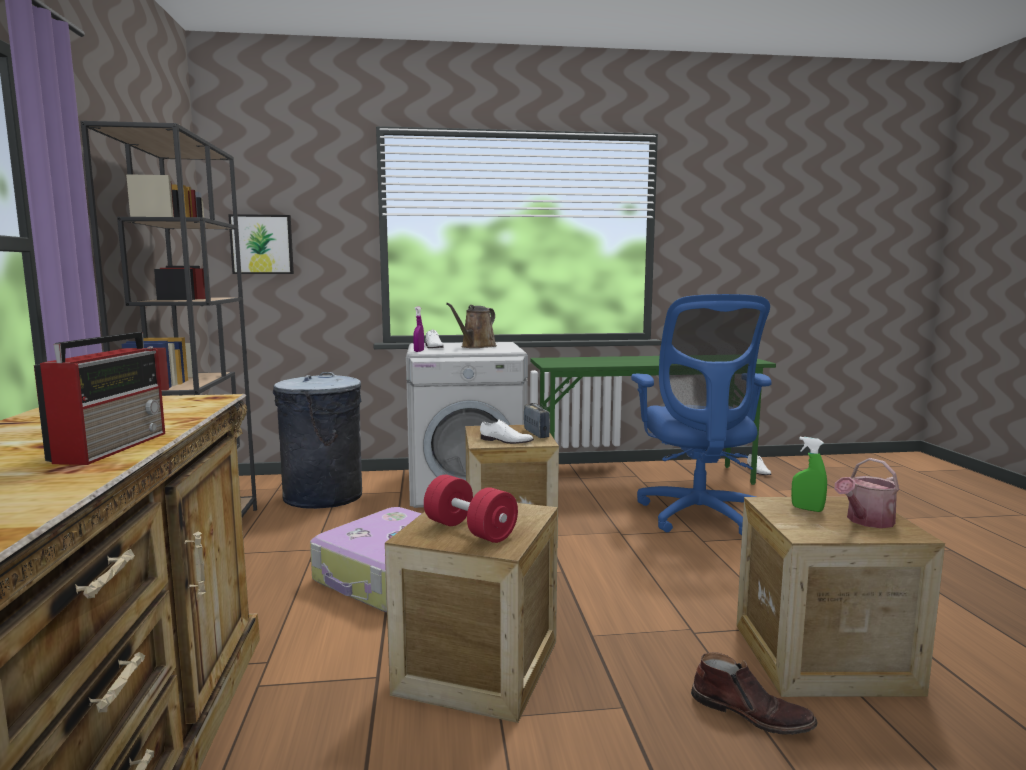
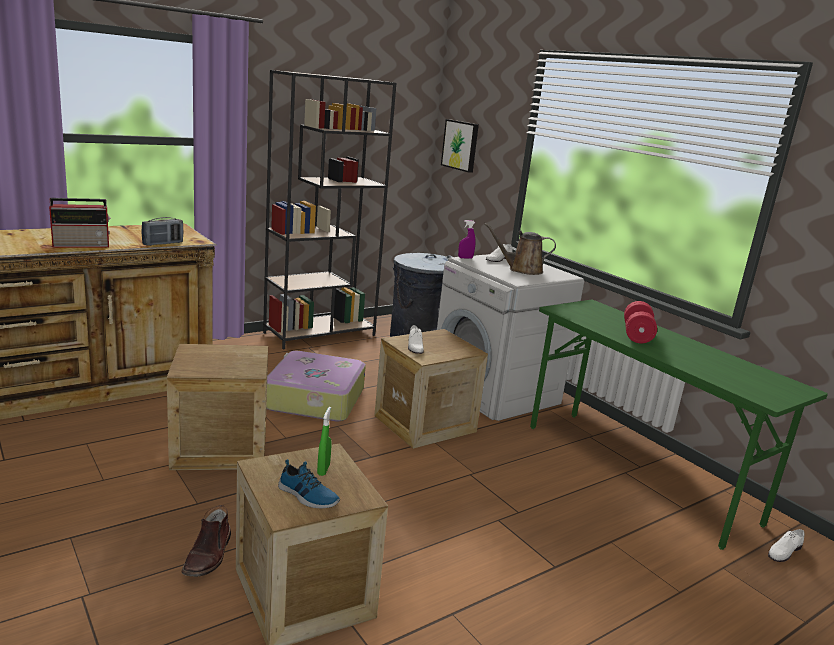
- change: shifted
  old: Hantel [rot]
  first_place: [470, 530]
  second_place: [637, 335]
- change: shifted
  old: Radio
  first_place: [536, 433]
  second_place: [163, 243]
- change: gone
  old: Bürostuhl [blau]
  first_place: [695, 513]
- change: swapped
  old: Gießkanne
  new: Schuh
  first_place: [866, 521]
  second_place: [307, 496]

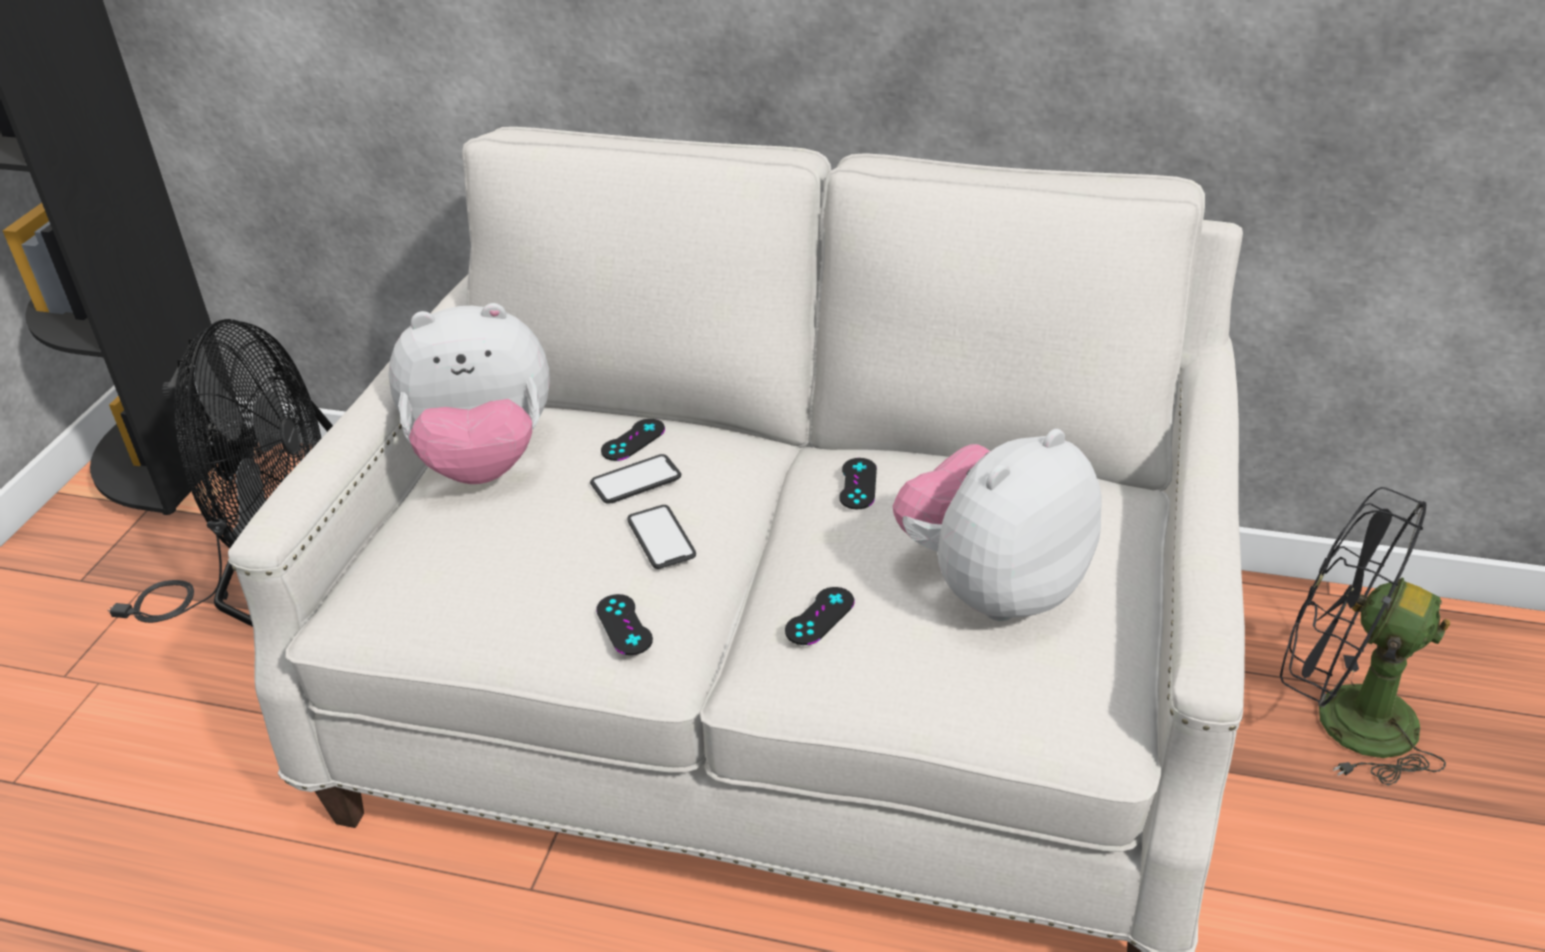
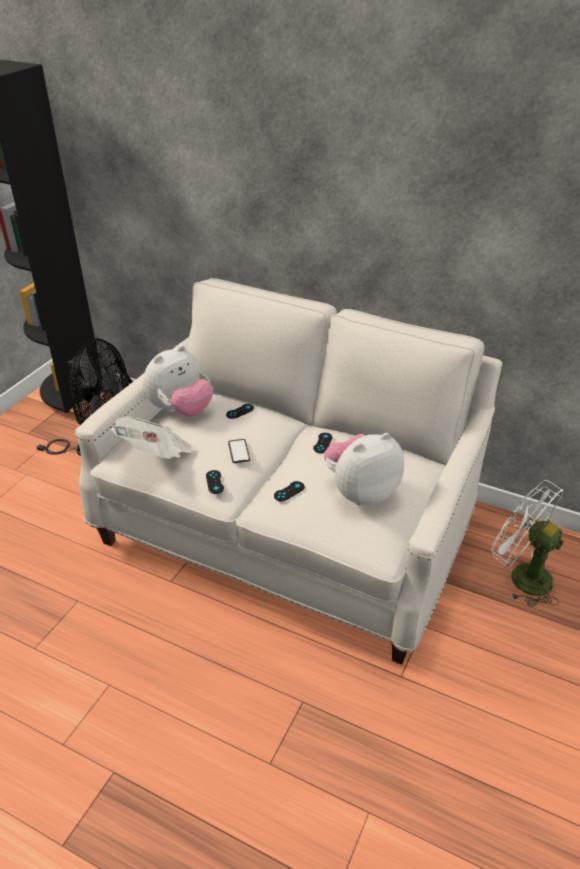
- change: rotated
  old: Plüschtier
  first_place: [484, 460]
  second_place: [181, 410]
  degrees: -45
- change: gone
  old: Handy
  first_place: [636, 480]
- change: repainted
  old: Ventilator [schwarz]
  new: Ventilator [weiß]
  first_place: [1342, 717]
  second_place: [521, 576]
- change: new
  new: Zeitung
  second_place: [157, 454]

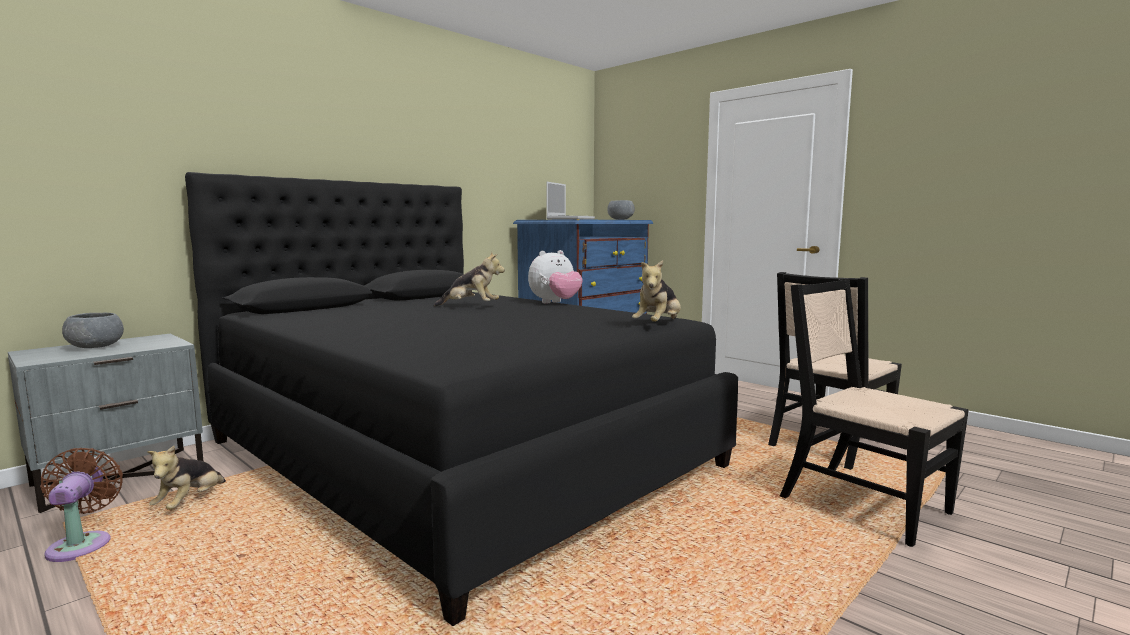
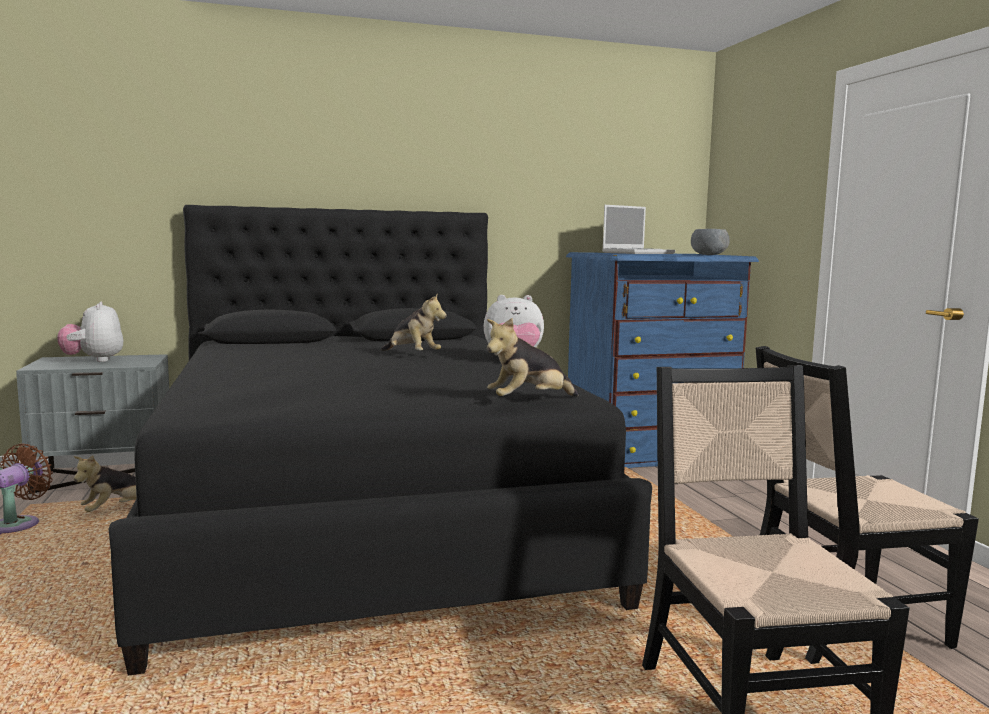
- change: swapped
  old: Schüssel [grau]
  new: Plüschtier
  first_place: [96, 347]
  second_place: [93, 360]

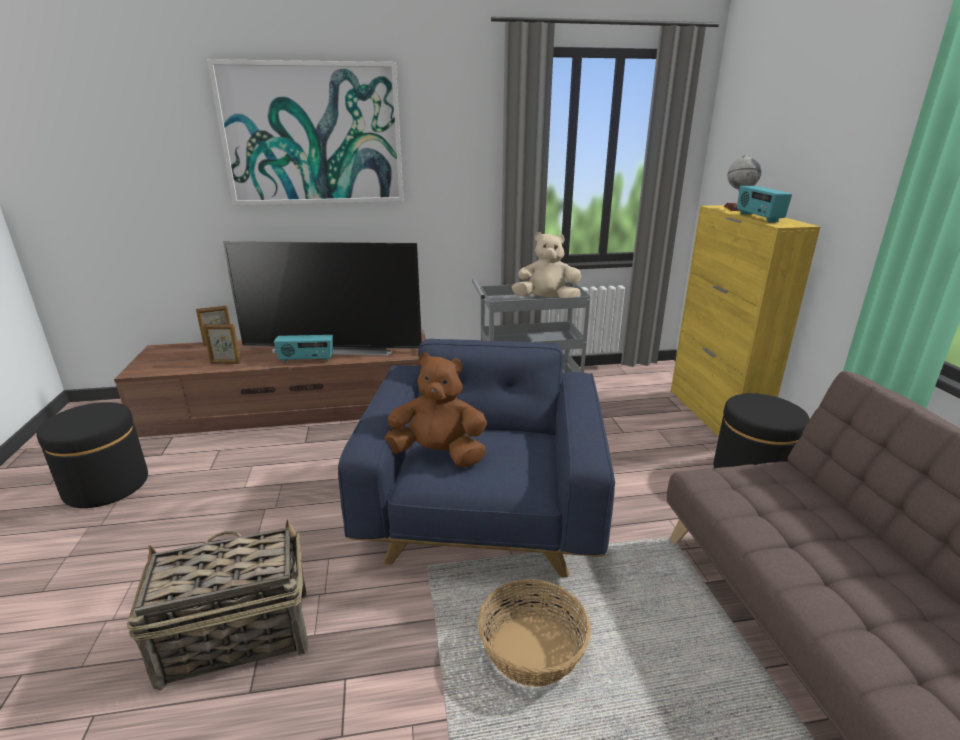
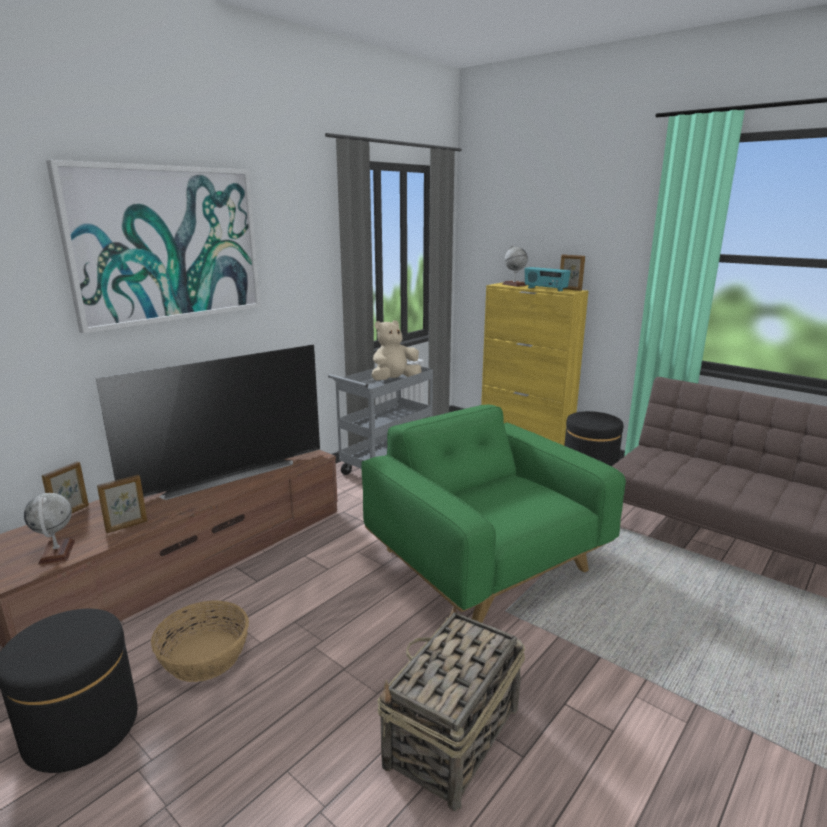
- change: gone
  old: Radio
  first_place: [306, 360]
- change: repainted
  old: Sessel [blau]
  new: Sessel [grün]
  first_place: [483, 512]
  second_place: [485, 560]
- change: gone
  old: Plüschtier [braun]
  first_place: [437, 455]
- change: shifted
  old: Korb
  first_place: [533, 650]
  second_place: [205, 656]
- change: new
  new: Globus
  second_place: [57, 552]
- change: new
  new: Bilderrahmen
  second_place: [569, 289]

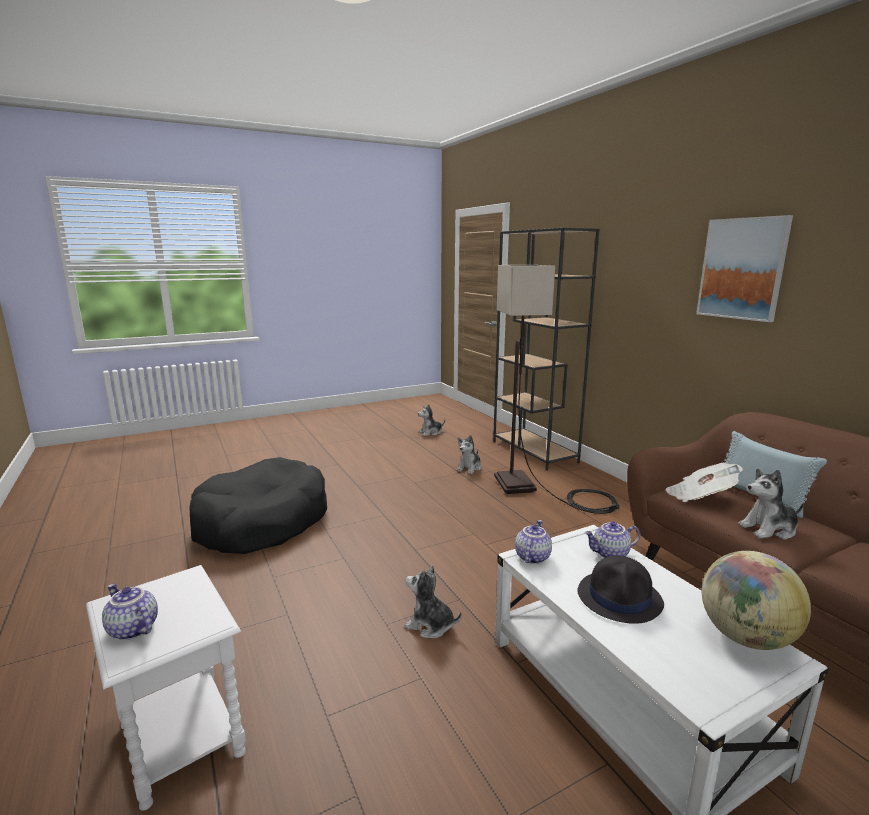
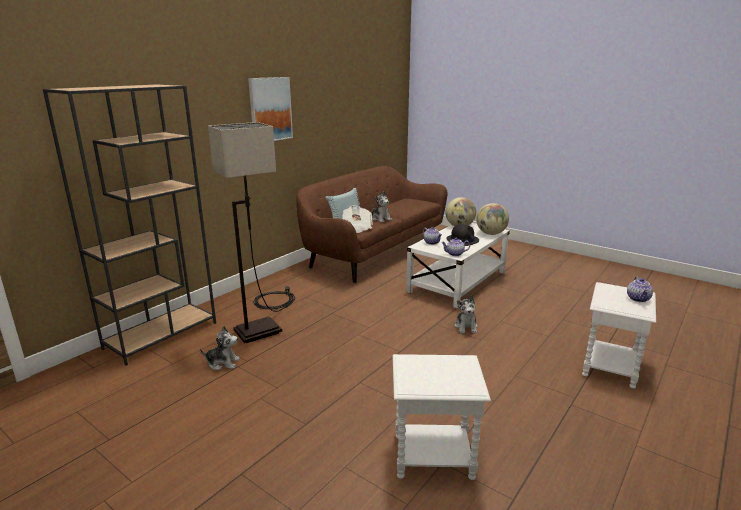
- change: swapped
  old: Hundebett [schwarz]
  new: Beistelltisch [weiß]
  first_place: [262, 522]
  second_place: [433, 456]
- change: gone
  old: Plüschtier
  first_place: [431, 433]
- change: new
  new: Globus
  second_place: [491, 234]

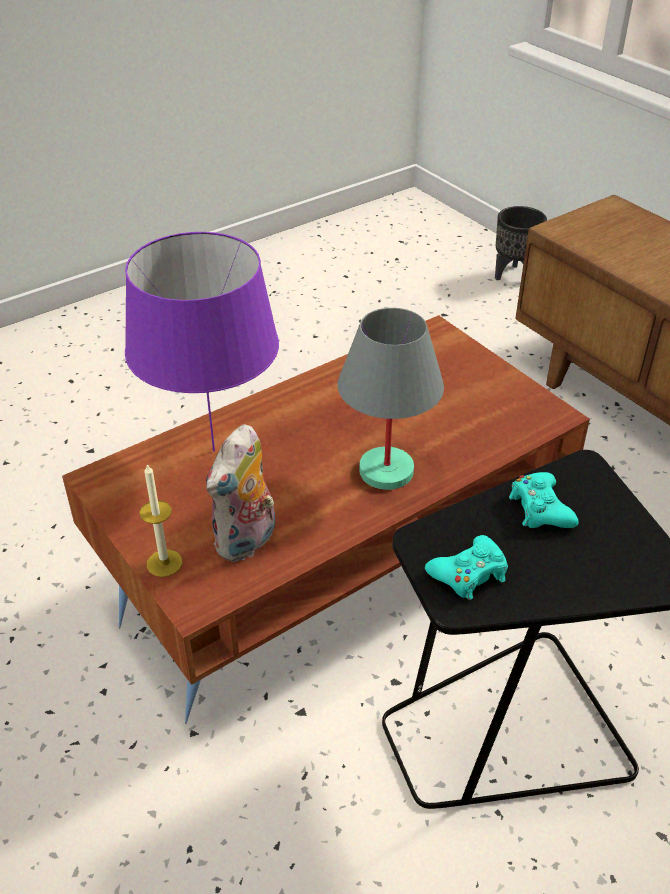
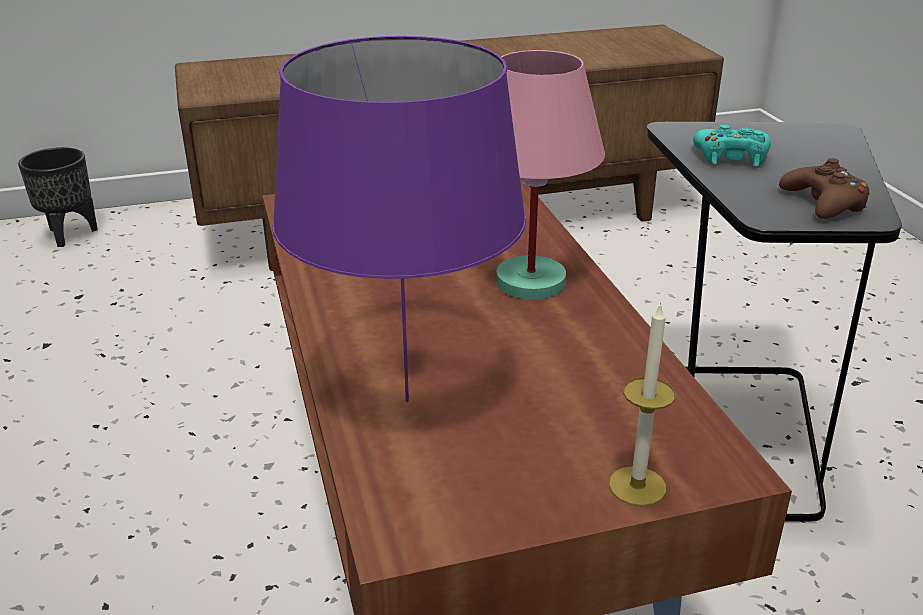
- change: gone
  old: Plüschtier
  first_place: [247, 542]
- change: repainted
  old: Tischlampe [grau]
  new: Tischlampe [rosa]
  first_place: [385, 472]
  second_place: [532, 282]
- change: repainted
  old: Gamepad [türkis]
  new: Gamepad [braun]
  first_place: [469, 574]
  second_place: [824, 203]

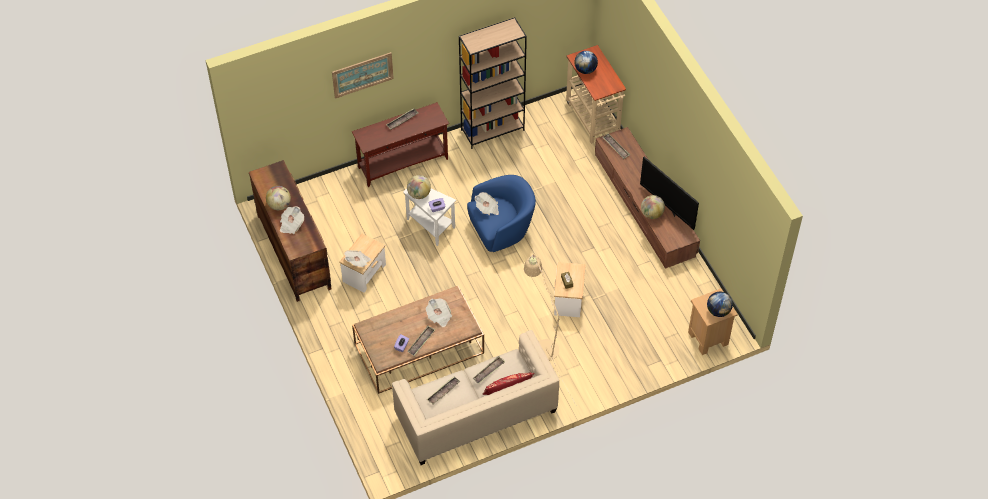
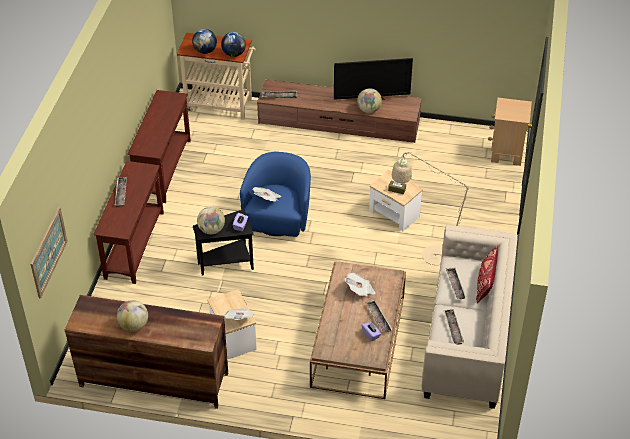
- change: gone
  old: Zeitung
  first_place: [291, 225]
- change: shifted
  old: Bild
  first_place: [362, 74]
  second_place: [48, 252]
- change: repainted
  old: Beistelltisch [weiß]
  new: Beistelltisch [schwarz]
  first_place: [431, 227]
  second_place: [227, 263]
- change: swapped
  old: Bücherregal [beige]
  new: Konsolentisch [braun]
  first_place: [492, 130]
  second_place: [163, 169]
- change: shifted
  old: Globus
  first_place: [718, 311]
  second_place: [234, 54]

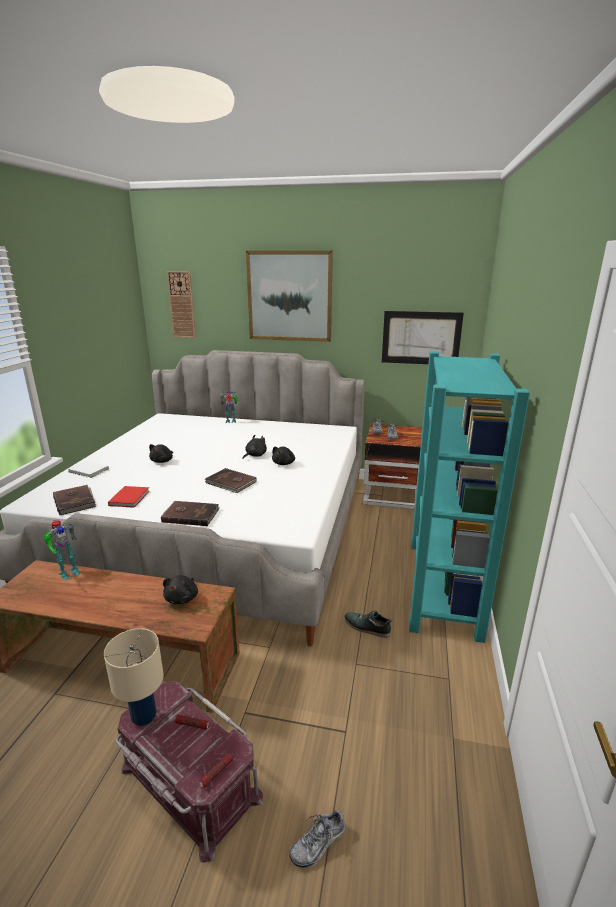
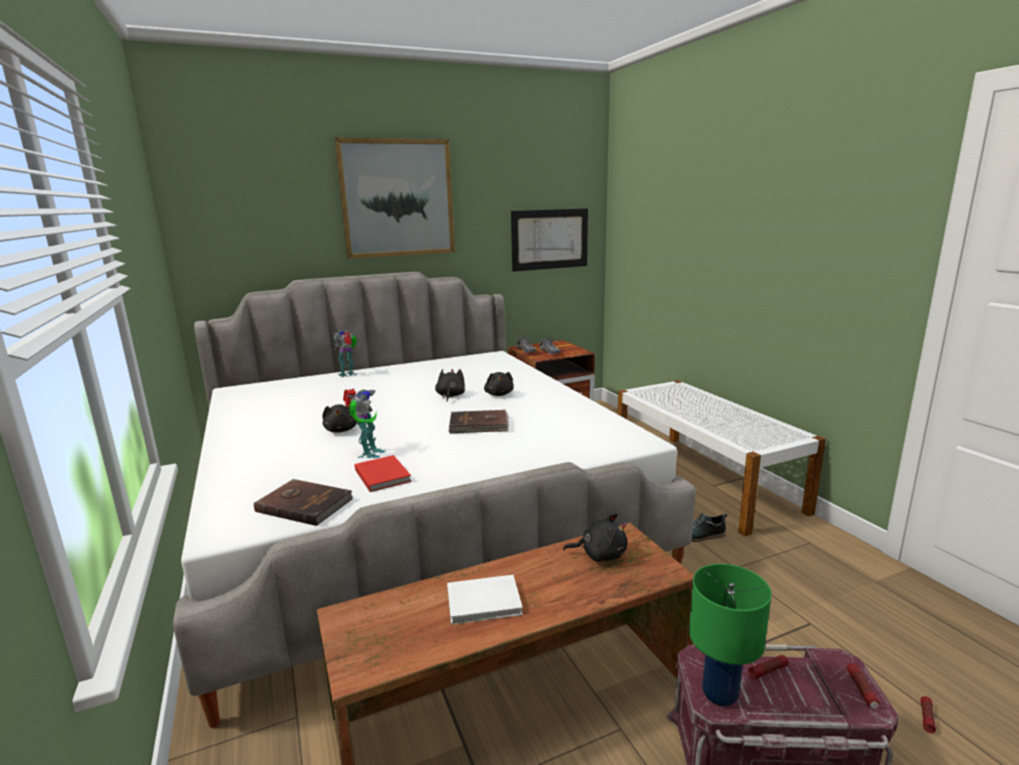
- change: shifted
  old: Spielzeugroboter
  first_place: [67, 572]
  second_place: [368, 453]
- change: shifted
  old: Buch [weiß]
  first_place: [88, 471]
  second_place: [486, 602]
- change: repainted
  old: Tischlampe [beige]
  new: Tischlampe [grün]
  first_place: [143, 718]
  second_place: [722, 695]
- change: gone
  old: Buch [braun]
  first_place: [190, 515]
- change: rotated
  old: Plüschtier [schwarz]
  first_place: [182, 598]
  second_place: [600, 554]
  degrees: -60
- change: gone
  old: Wanduhr
  first_place: [182, 305]
- change: swapped
  old: Schuh
  new: Taschenlampe
  first_place: [318, 844]
  second_place: [926, 717]
- change: swapped
  old: Bücherregal [türkis]
  new: Bank [weiß]
  first_place: [443, 587]
  second_place: [704, 479]

